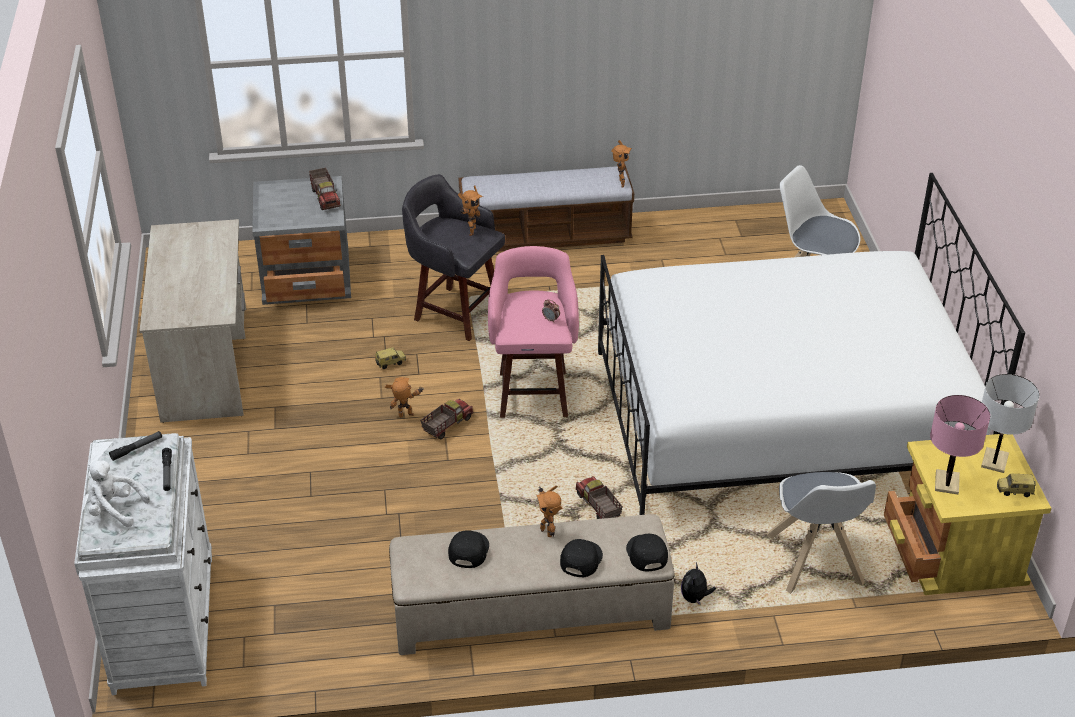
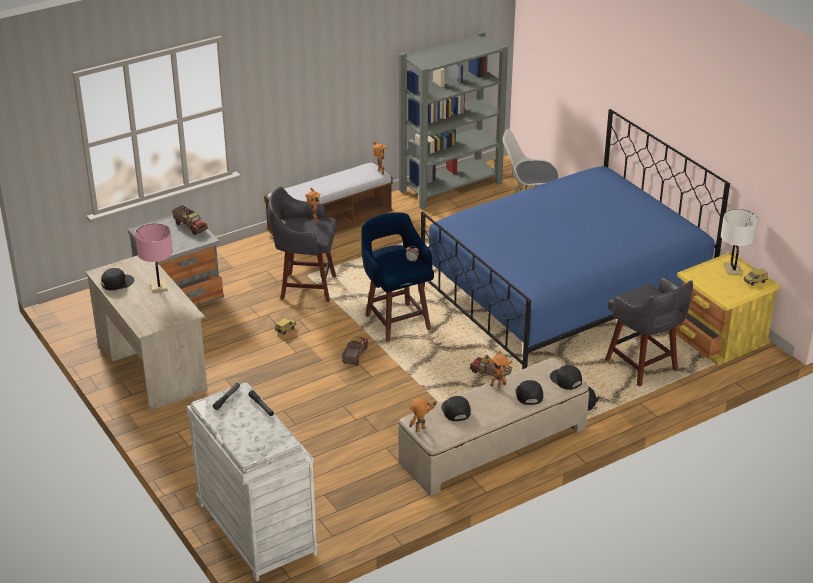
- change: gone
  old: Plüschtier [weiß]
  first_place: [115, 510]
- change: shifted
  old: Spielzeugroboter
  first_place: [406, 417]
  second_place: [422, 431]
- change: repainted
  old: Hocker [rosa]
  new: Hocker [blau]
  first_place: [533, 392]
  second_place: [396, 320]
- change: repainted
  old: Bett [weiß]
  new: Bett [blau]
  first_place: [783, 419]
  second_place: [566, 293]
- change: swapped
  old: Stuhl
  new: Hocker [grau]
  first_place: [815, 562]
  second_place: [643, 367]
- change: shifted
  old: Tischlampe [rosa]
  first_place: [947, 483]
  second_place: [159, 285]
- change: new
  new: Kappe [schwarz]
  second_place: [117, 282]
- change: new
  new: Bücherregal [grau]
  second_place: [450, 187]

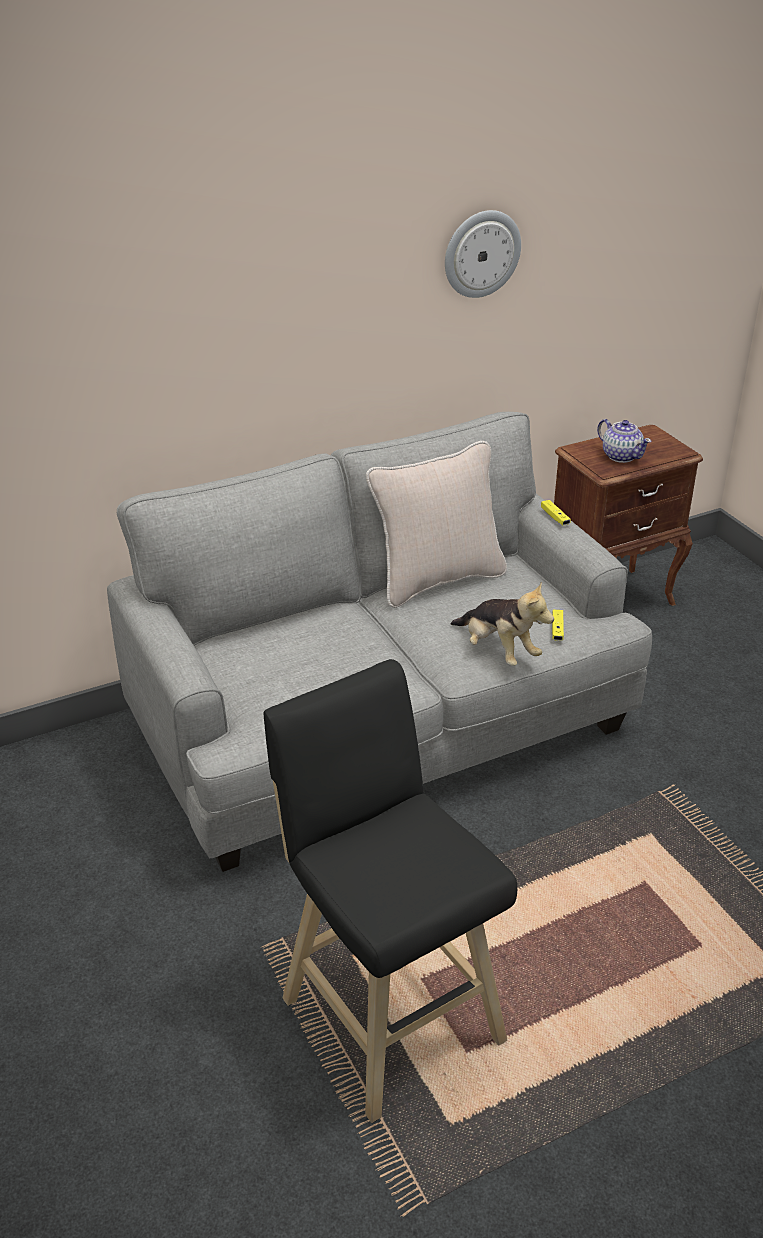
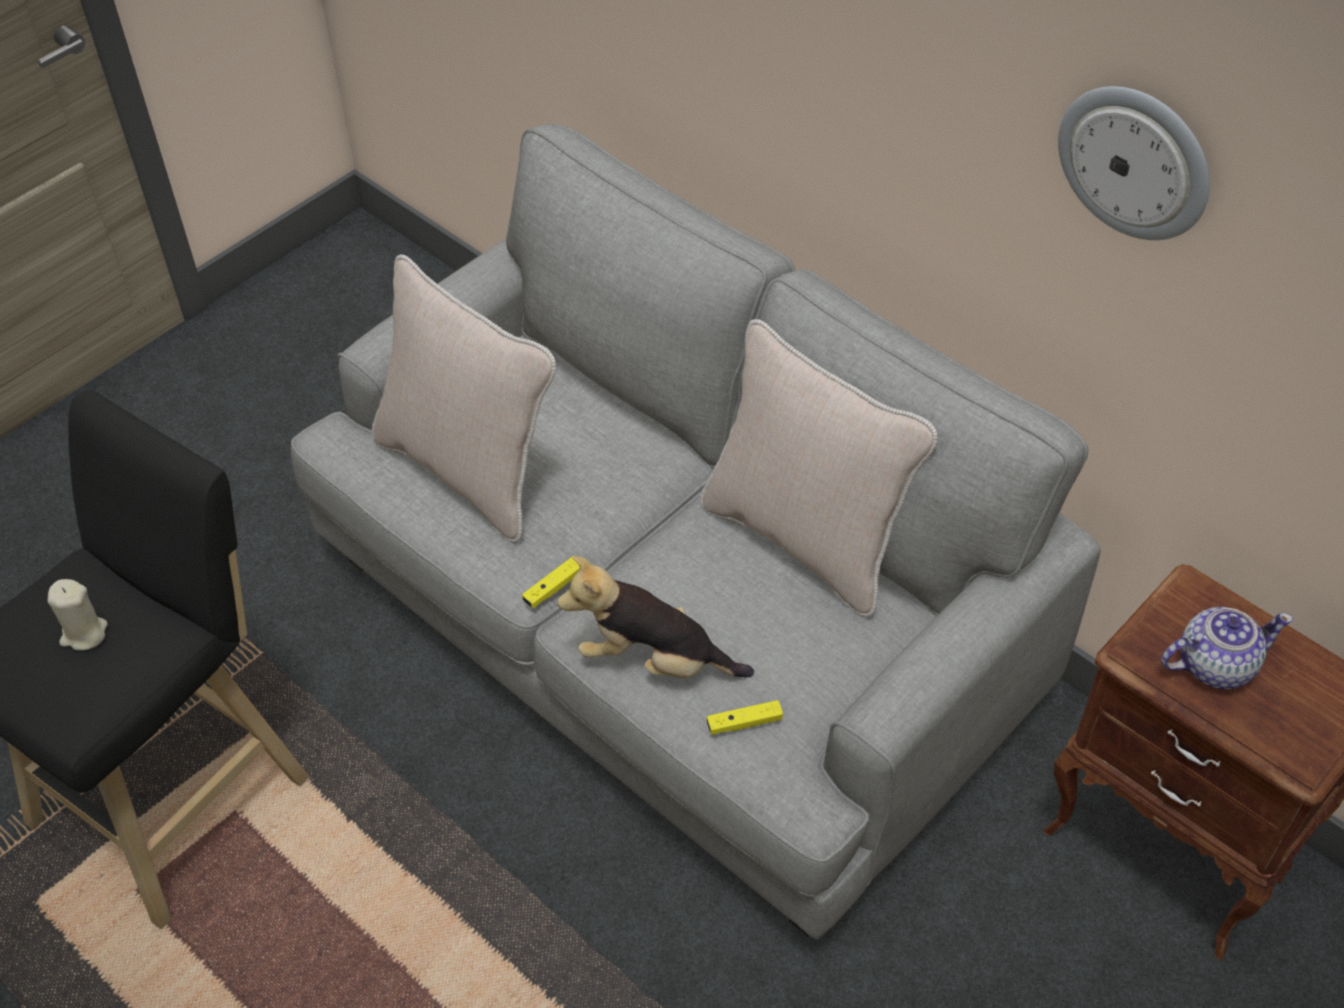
- change: rotated
  old: Plüschtier
  first_place: [498, 651]
  second_place: [653, 660]
  degrees: 75
- change: shifted
  old: Gamepad [gelb]
  first_place: [555, 517]
  second_place: [554, 587]
- change: rotated
  old: Teekanne
  first_place: [621, 456]
  second_place: [1214, 664]
  degrees: -135
- change: new
  new: Kerze [beige]
  second_place: [84, 633]
- change: new
  new: Kissen [beige]
  second_place: [468, 470]

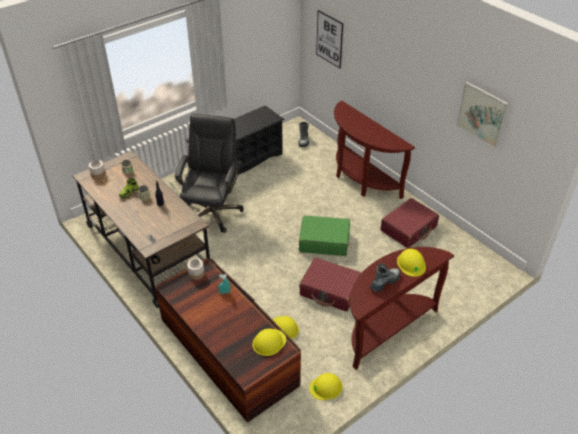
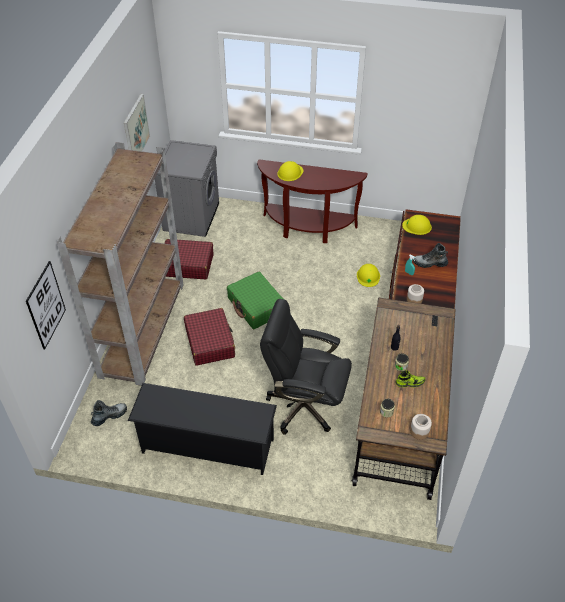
- change: rotated
  old: Bürostuhl [schwarz]
  first_place: [212, 214]
  second_place: [305, 406]
  degrees: 45
- change: shifted
  old: Koffer [rot]
  first_place: [330, 290]
  second_place: [210, 342]
- change: gone
  old: Schutzhelm [gelb]
  first_place: [326, 387]
- change: swapped
  old: Konsolentisch [braun]
  new: Bücherregal [braun]
  first_place: [361, 179]
  second_place: [143, 329]
- change: shifted
  old: Stiefel
  first_place: [384, 282]
  second_place: [429, 263]
- change: new
  new: Waschmaschine [grau]
  second_place: [193, 217]

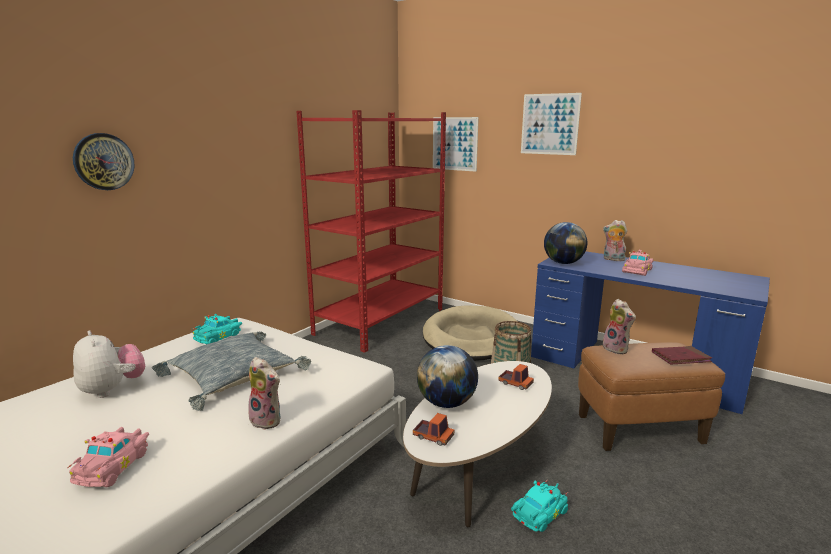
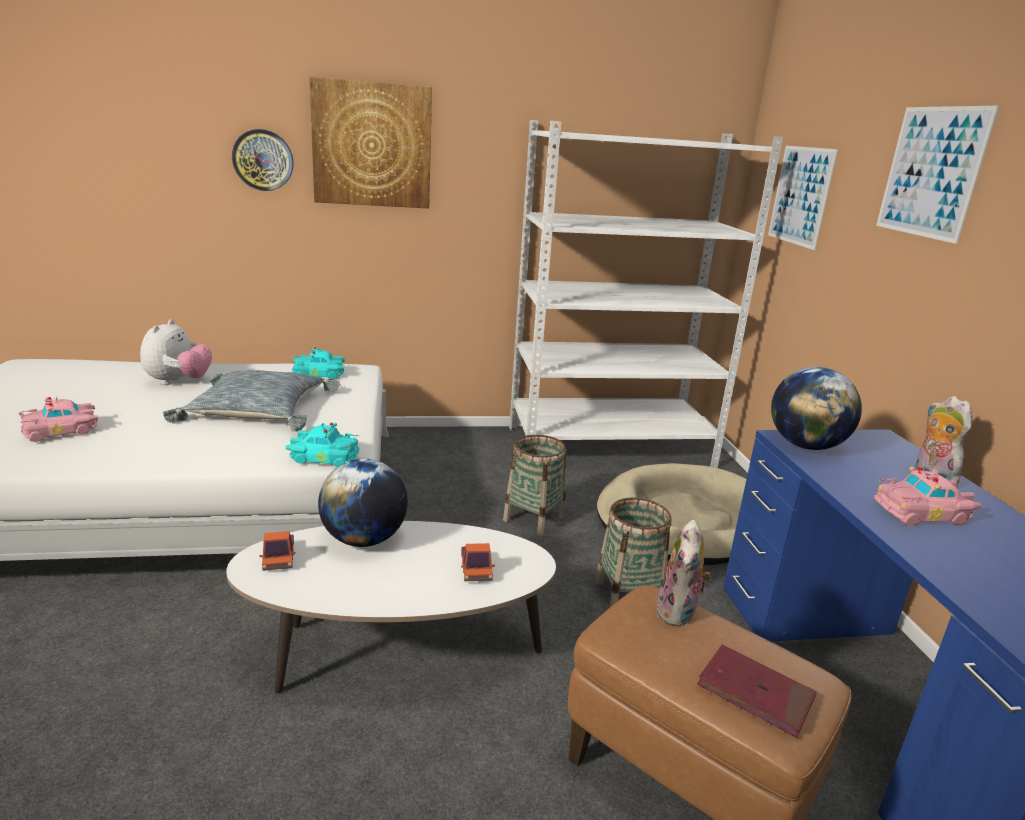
- change: gone
  old: Plüschtier
  first_place: [268, 420]
- change: repainted
  old: Bücherregal [rot]
  new: Bücherregal [weiß]
  first_place: [380, 321]
  second_place: [609, 447]
- change: shifted
  old: Spielzeugauto [türkis]
  first_place: [538, 514]
  second_place: [323, 457]
- change: new
  new: Bild
  second_place: [372, 145]
- change: new
  new: Korb
  second_place: [533, 518]

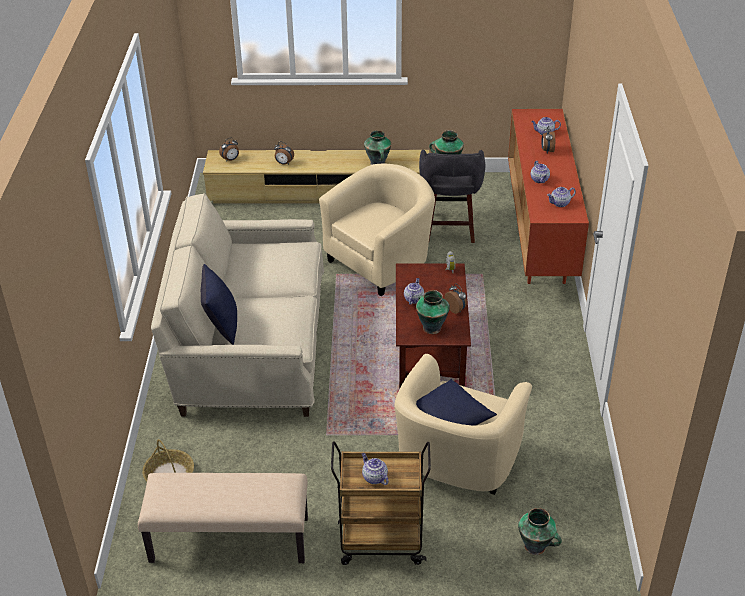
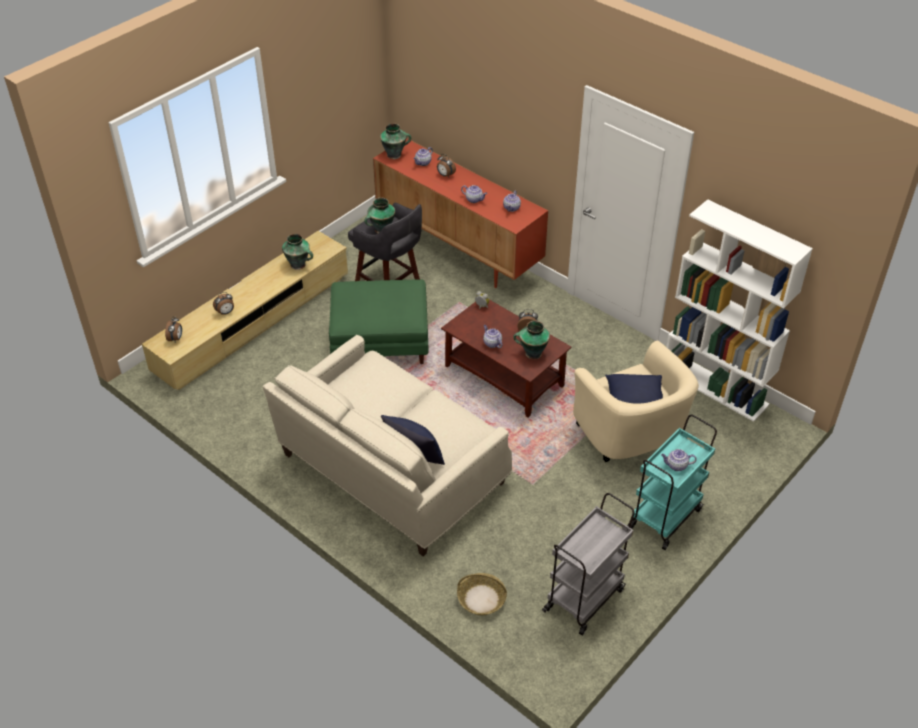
- change: swapped
  old: Bank [beige]
  new: Rollwagen [grau]
  first_place: [229, 540]
  second_place: [583, 600]
- change: swapped
  old: Sessel [beige]
  new: Polsterhocker [grün]
  first_place: [381, 262]
  second_place: [381, 342]
- change: repainted
  old: Rollwagen [braun]
  new: Rollwagen [türkis]
  first_place: [380, 544]
  second_place: [664, 519]
- change: shifted
  old: Vase
  first_place: [536, 547]
  second_place: [395, 155]
- change: new
  new: Bücherregal [weiß]
  second_place: [715, 387]

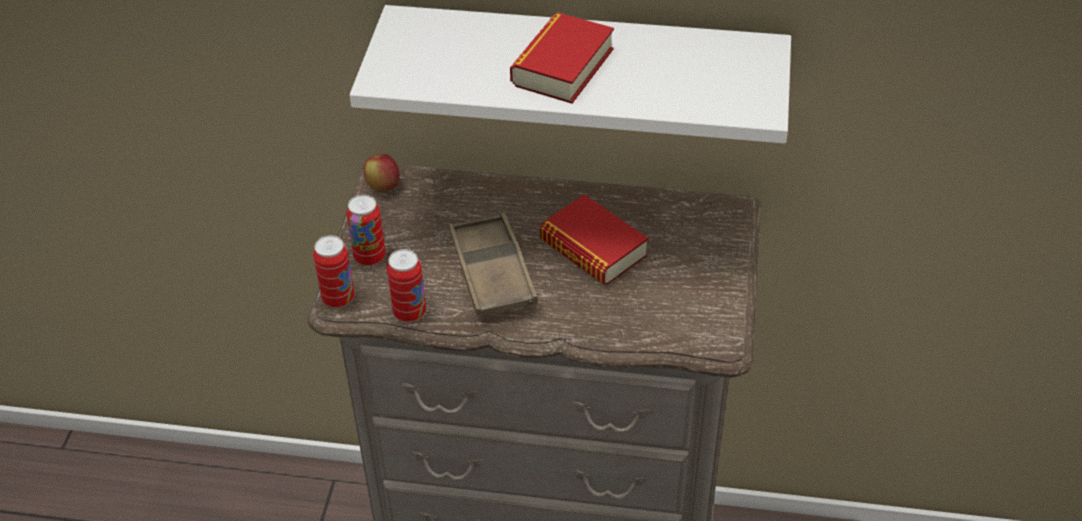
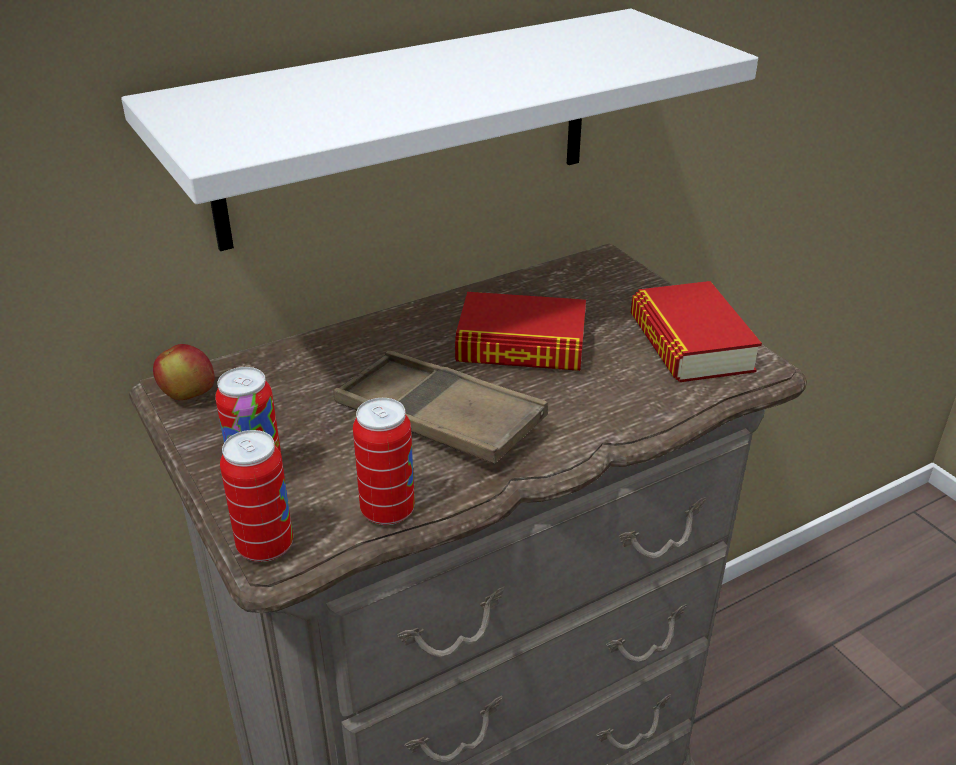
- change: shifted
  old: Buch
  first_place: [562, 67]
  second_place: [690, 343]

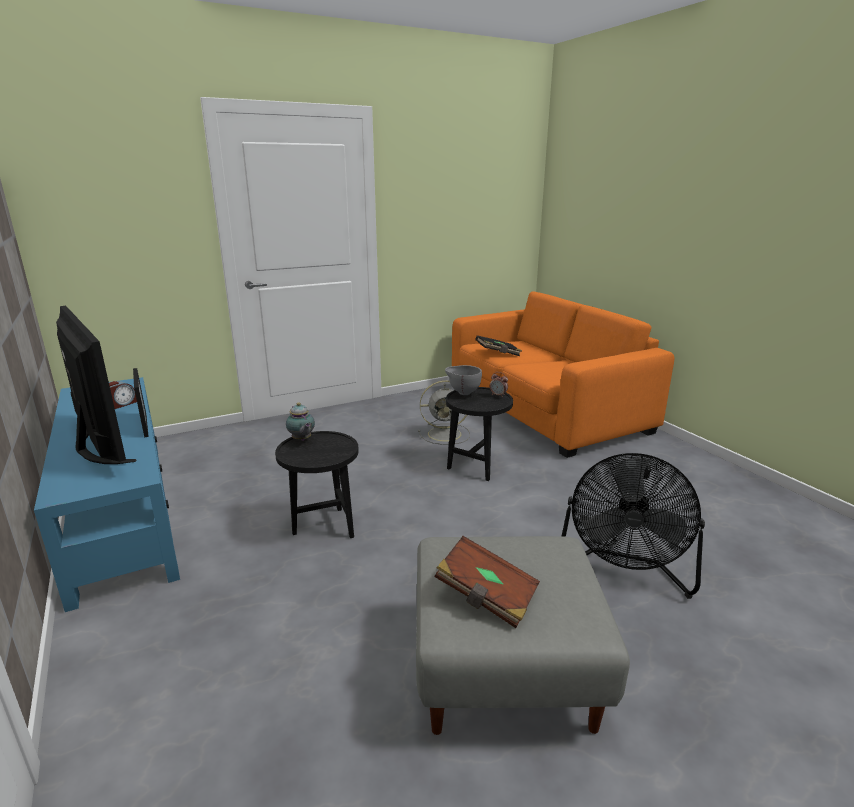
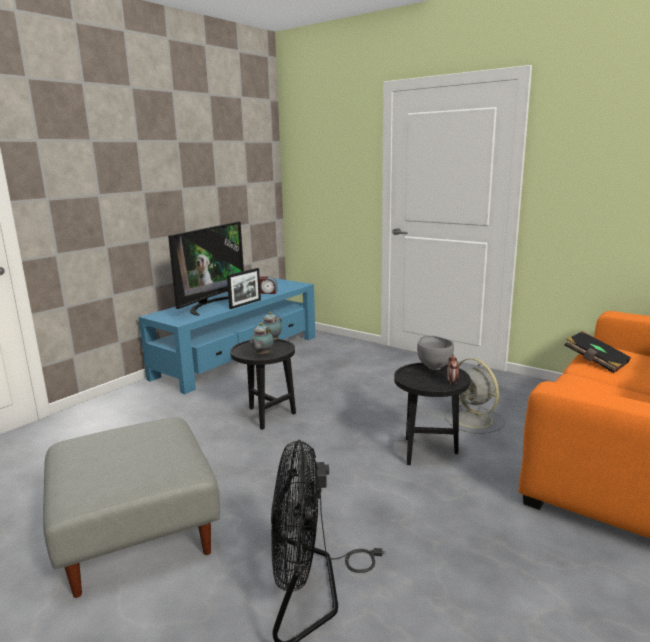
- change: gone
  old: Buch [braun]
  first_place: [486, 596]
- change: new
  new: Teekanne
  second_place: [261, 355]

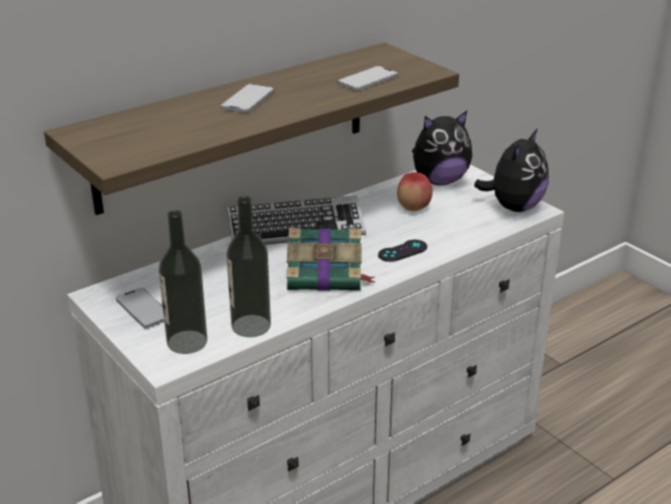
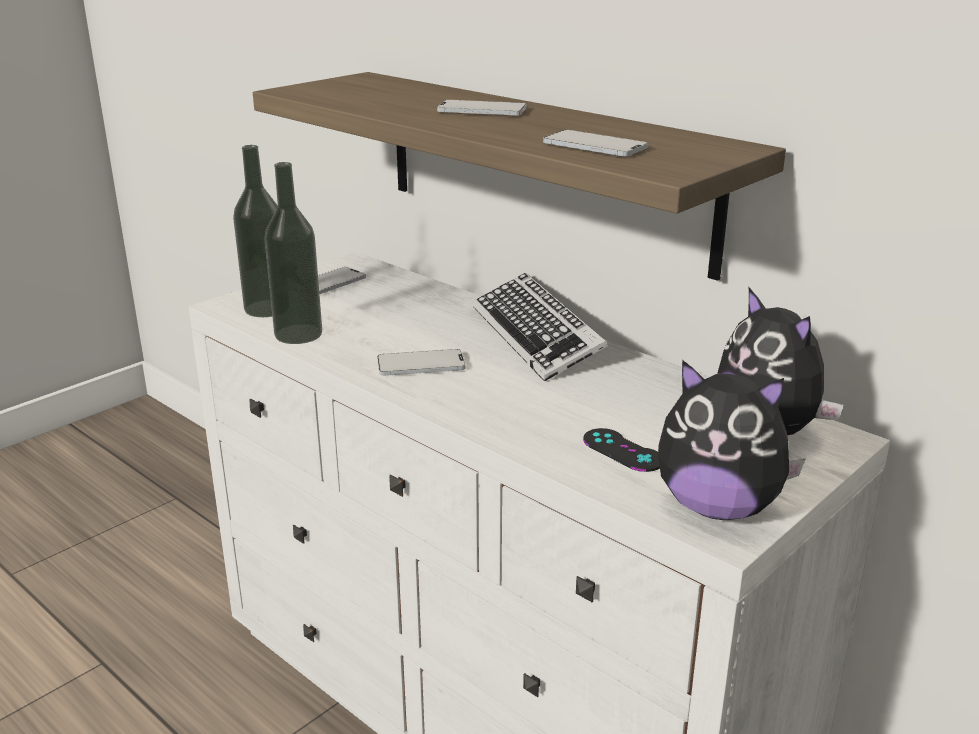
- change: swapped
  old: Buch
  new: Handy
  first_place: [326, 275]
  second_place: [421, 364]
- change: shifted
  old: Gamepad [schwarz]
  first_place: [402, 251]
  second_place: [622, 450]
- change: gone
  old: Apfel
  first_place: [413, 209]

